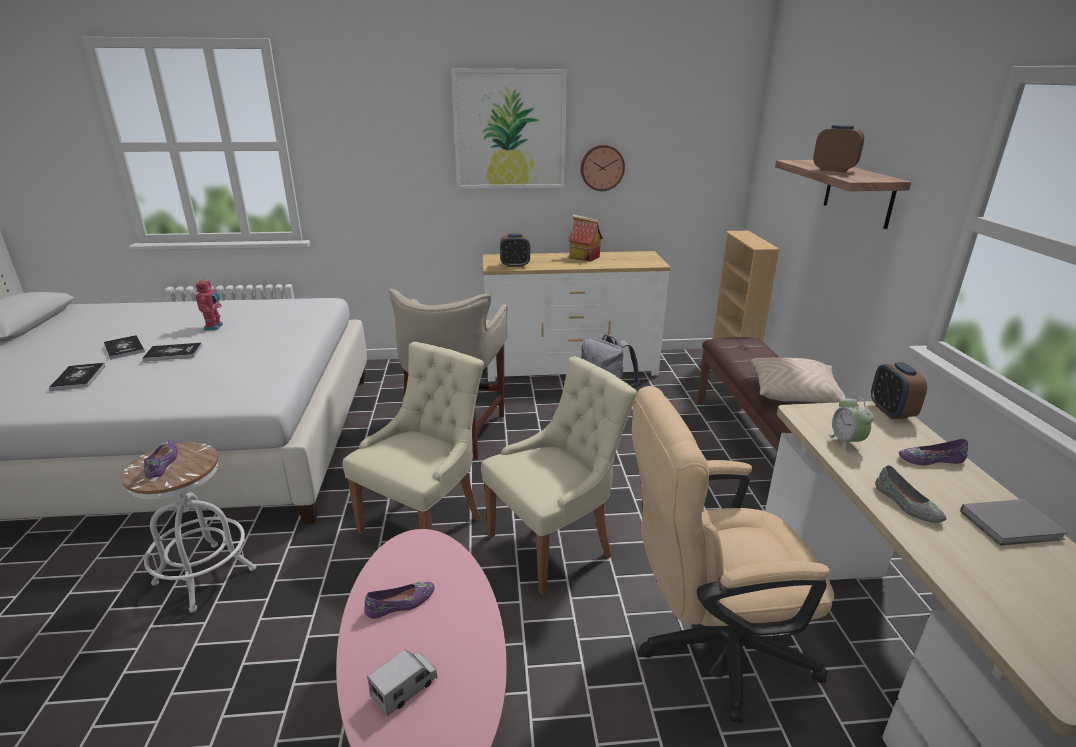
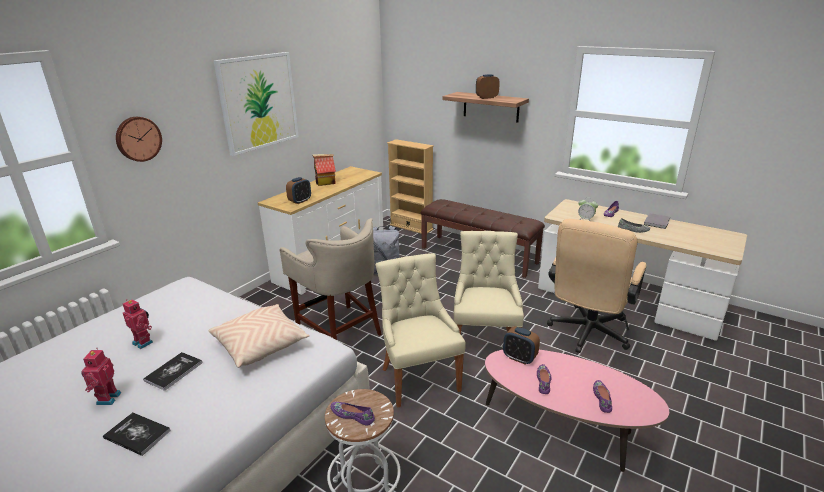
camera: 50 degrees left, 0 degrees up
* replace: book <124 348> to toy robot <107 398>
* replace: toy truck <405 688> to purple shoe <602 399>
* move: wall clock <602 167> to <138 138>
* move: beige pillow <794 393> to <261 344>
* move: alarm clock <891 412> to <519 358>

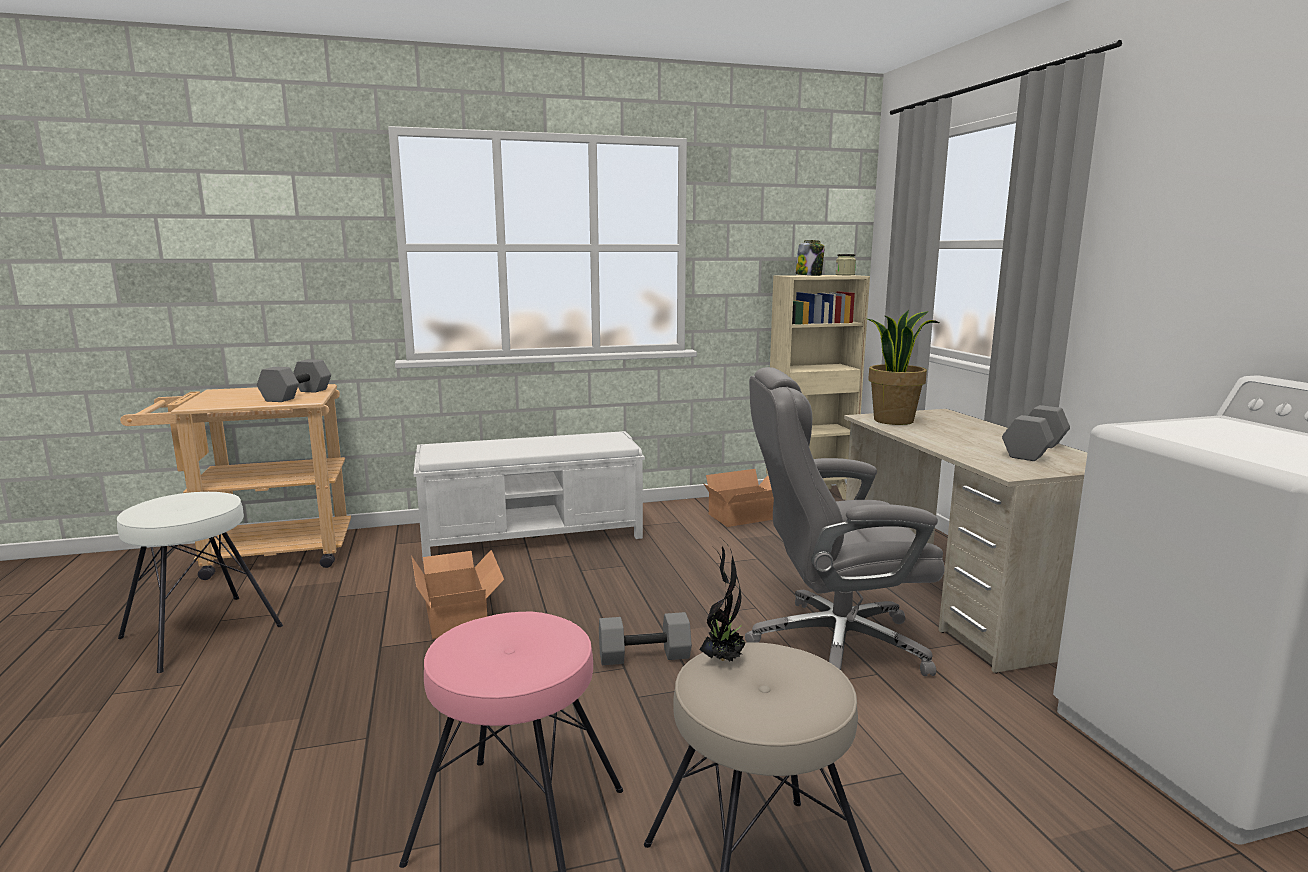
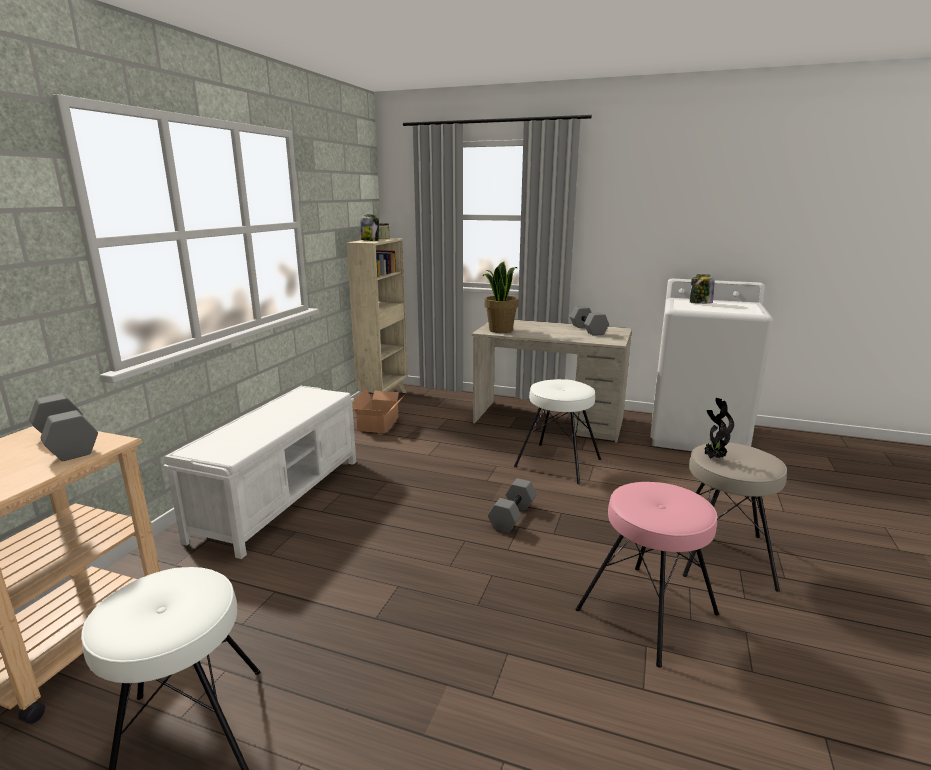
camera: 55 degrees left, 5 degrees up
* delete: cardboard box <459 614>
* replace: grey office chair <833 645> to white stool <557 463>
* insert: jar <700 303>

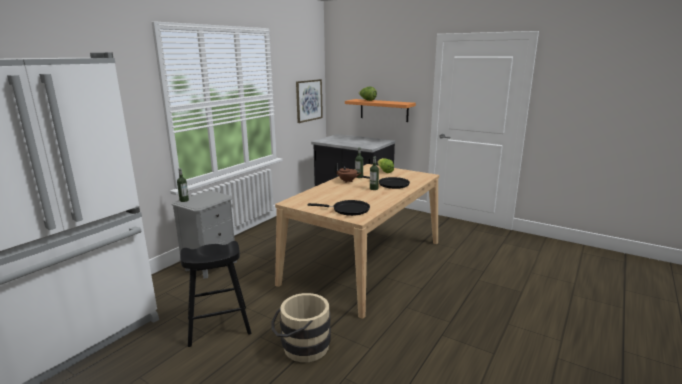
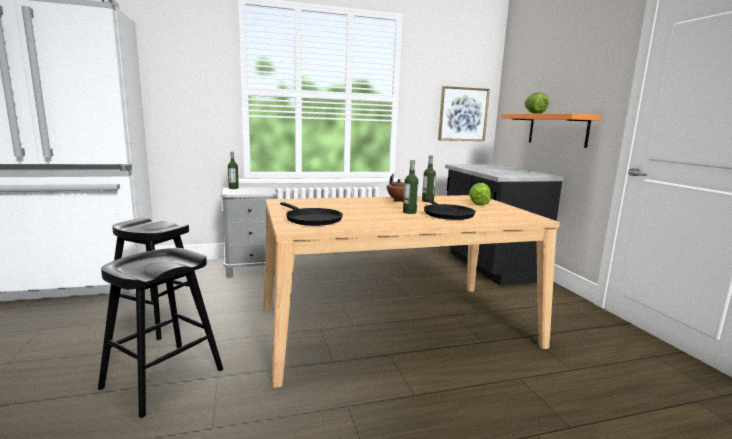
camera: 40 degrees right, 5 degrees down
* replace: beige bucket <301 347> to black stool <163 379>

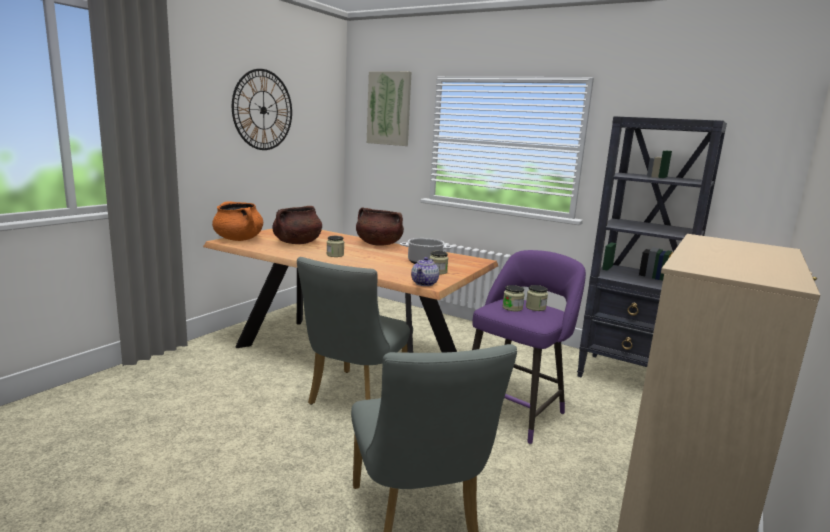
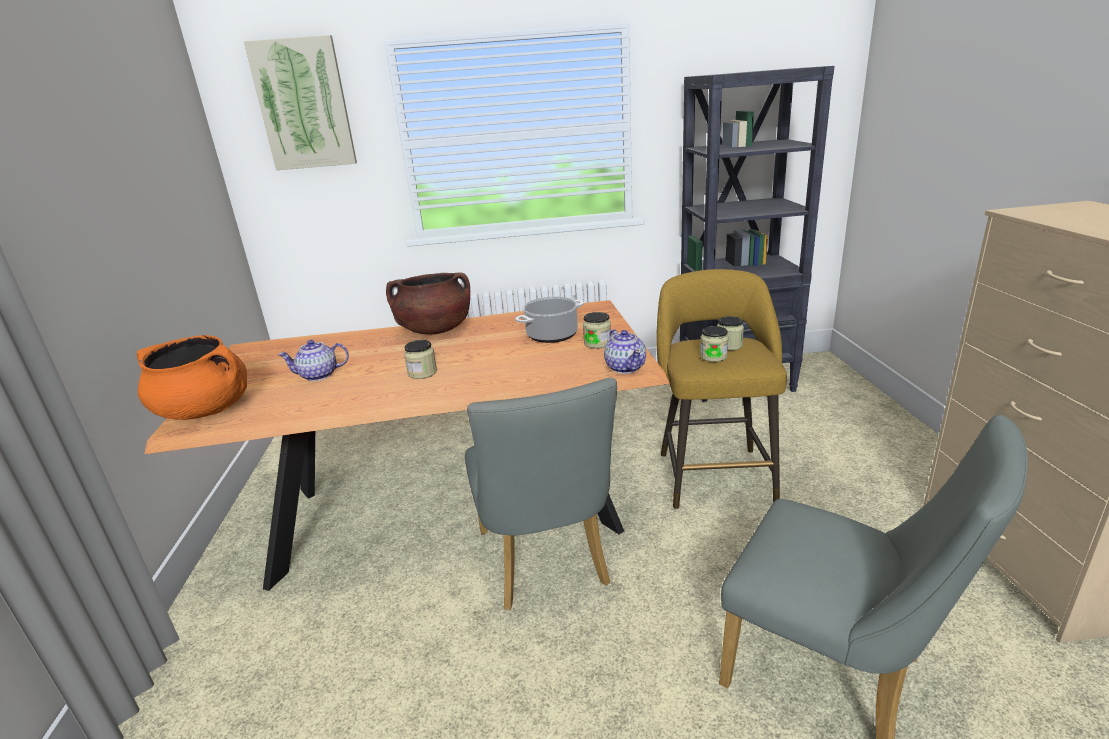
camera: 35 degrees left, 10 degrees up
* delete: wall clock <263 110>
* replace: brown cooking pot <297 243> to teapot <319 375>
* recolor: purple stool <515 411> to yellow stool <713 473>

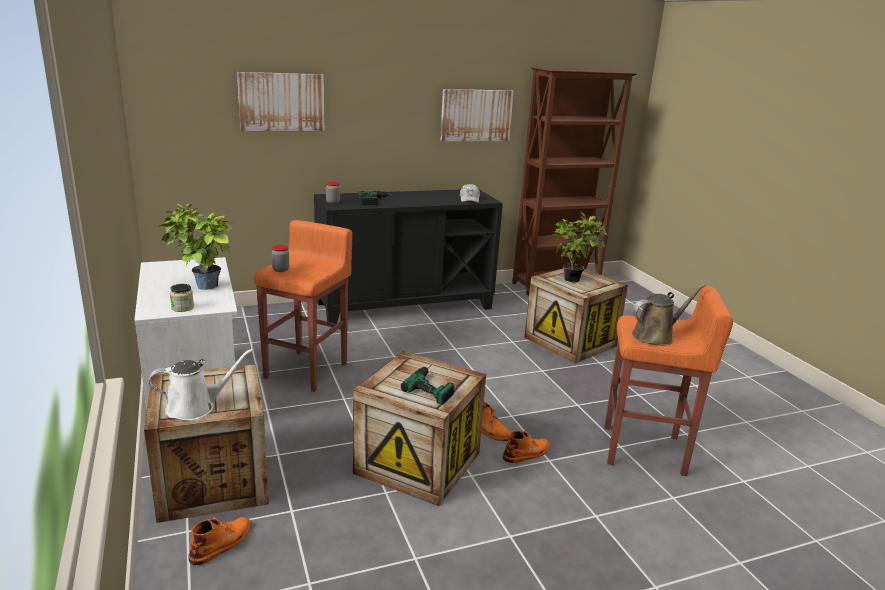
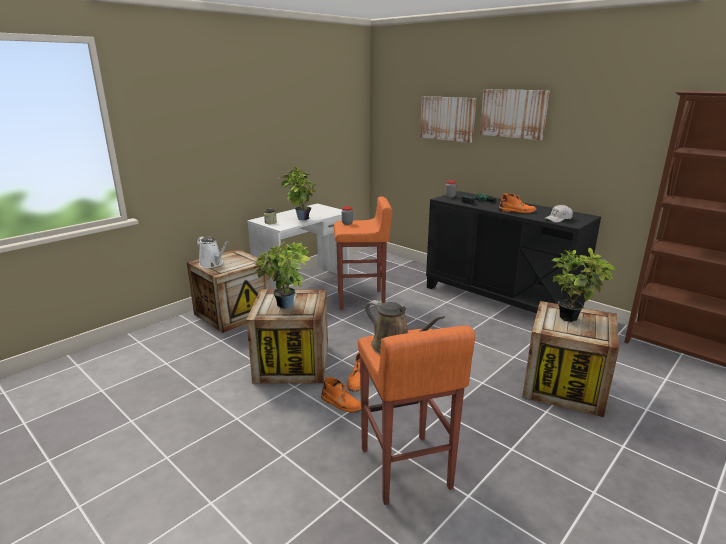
camera: 65 degrees right, 0 degrees up
* move: orange boot <222 543> to <517 211>
* replace: power drill <433 385> to potted plant <286 307>
* move: picture <476 115> to <513 113>

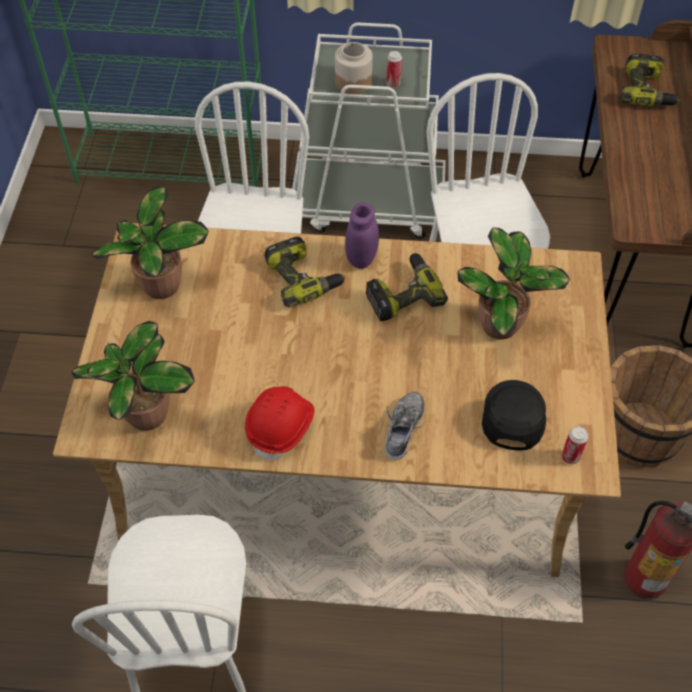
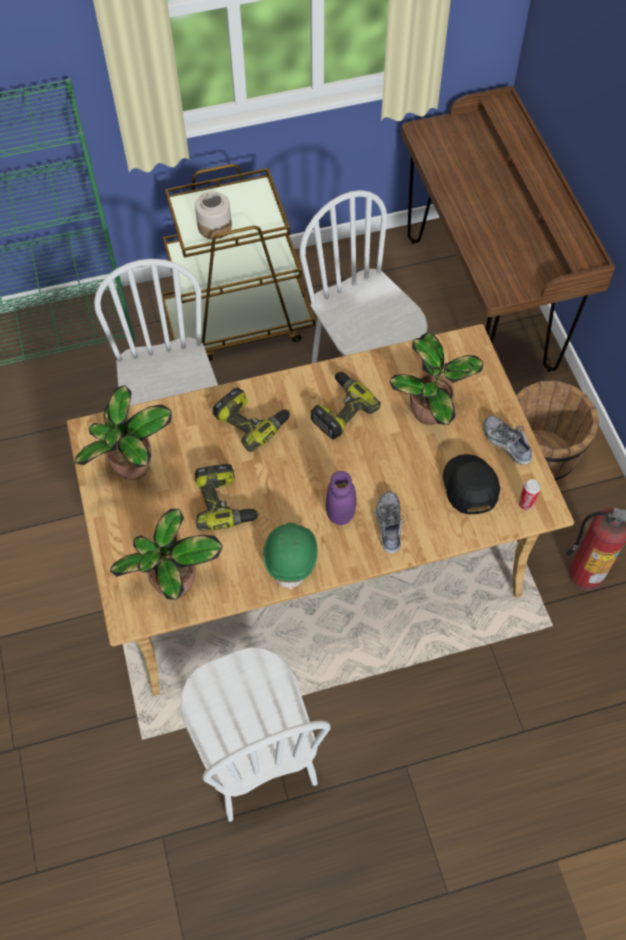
camera: 20 degrees left, 5 degrees up
* recolor: red hard hat <281 427> to green hard hat <291 556>
* recolor: white cart <369 203> to brown cart <239 322>
* move: purple jar <361 259> to <340 514>
* delete: can <393 83>
* move: power drill <647 91> to <225 503>
* insert: shoe <506 443>

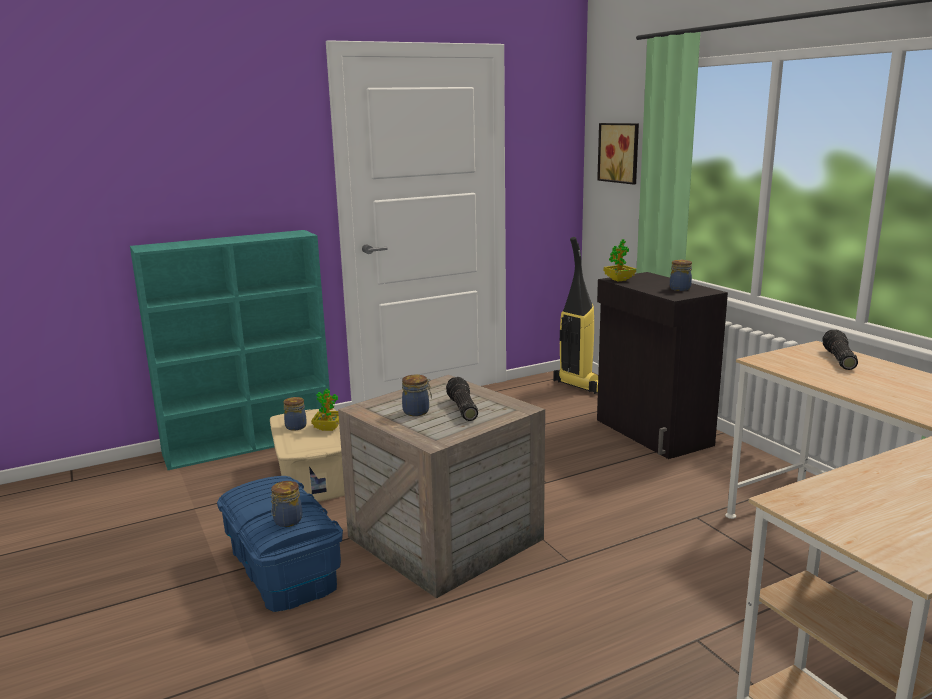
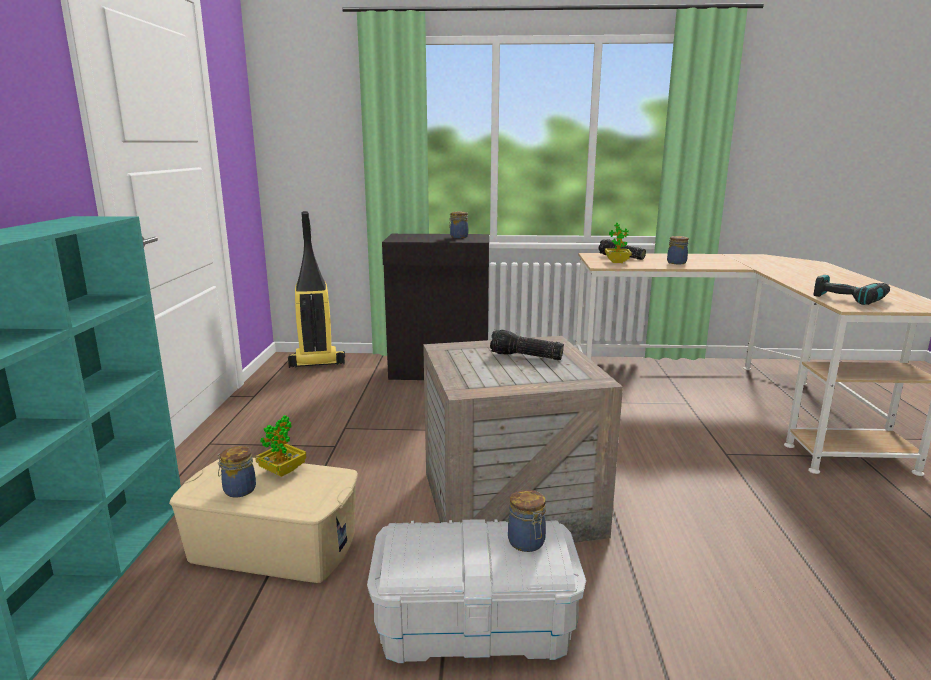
camera: 60 degrees left, 0 degrees up
* recolor: blue storage box <284 568> to white storage box <475 624>
* move: jar <417 412> to <676 262>
* delete: picture <620 152>
* move: potted plant <619 280> to <617 262>
* insert: power drill <850 299>

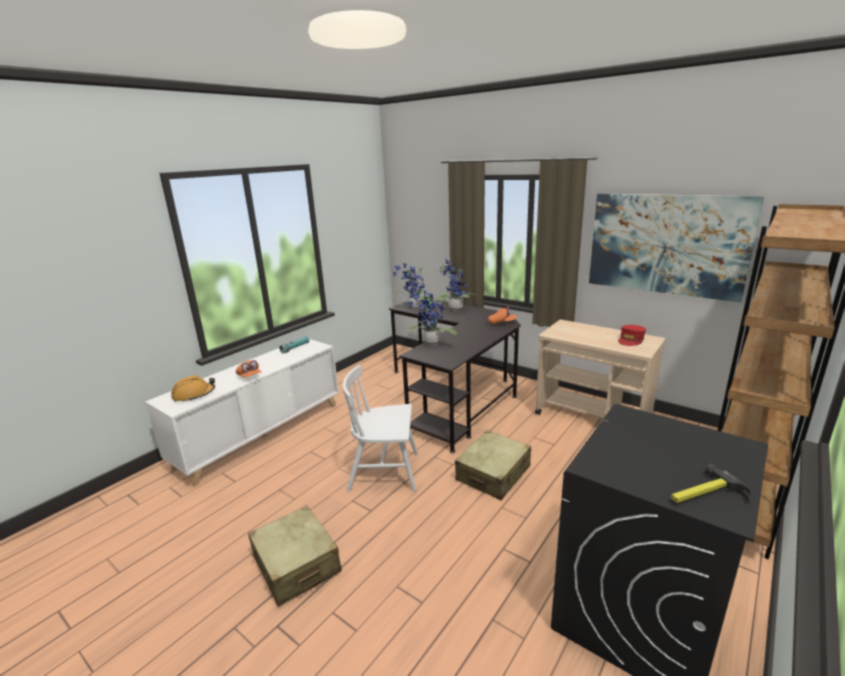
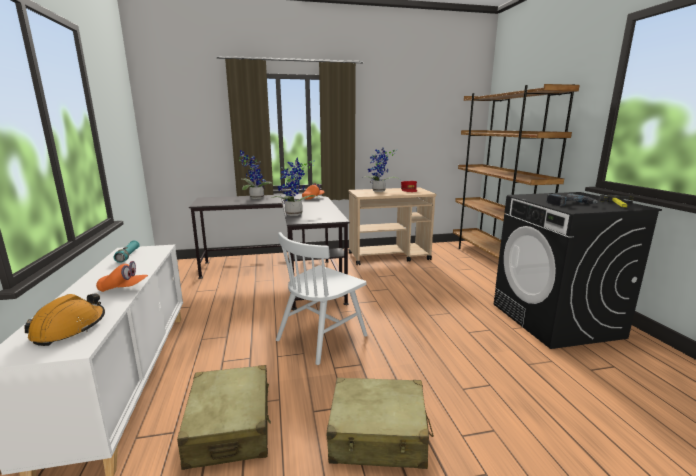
camera: 50 degrees left, 5 degrees down
* move: potted plant <413 308> to <379 191>
* move: beige suitcase <493 473> to <230 427>
* delete: picture <666 244>
* insert: power drill <570 204>

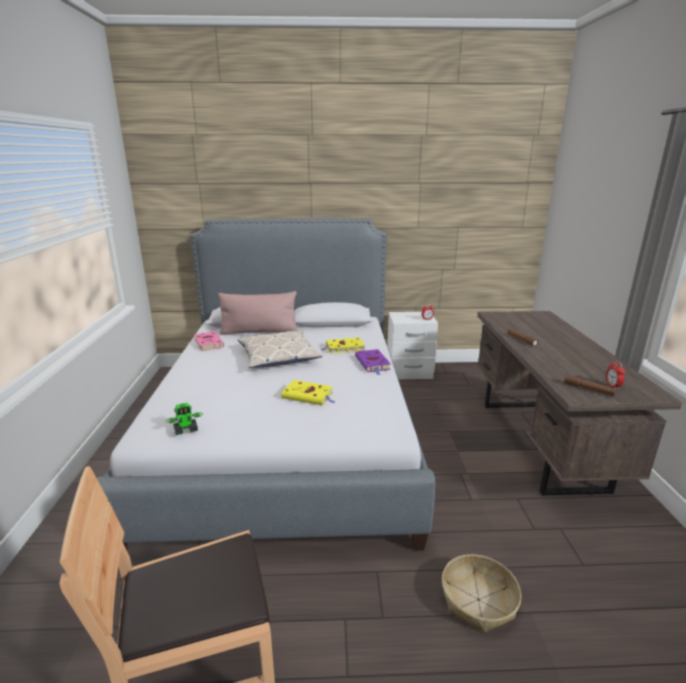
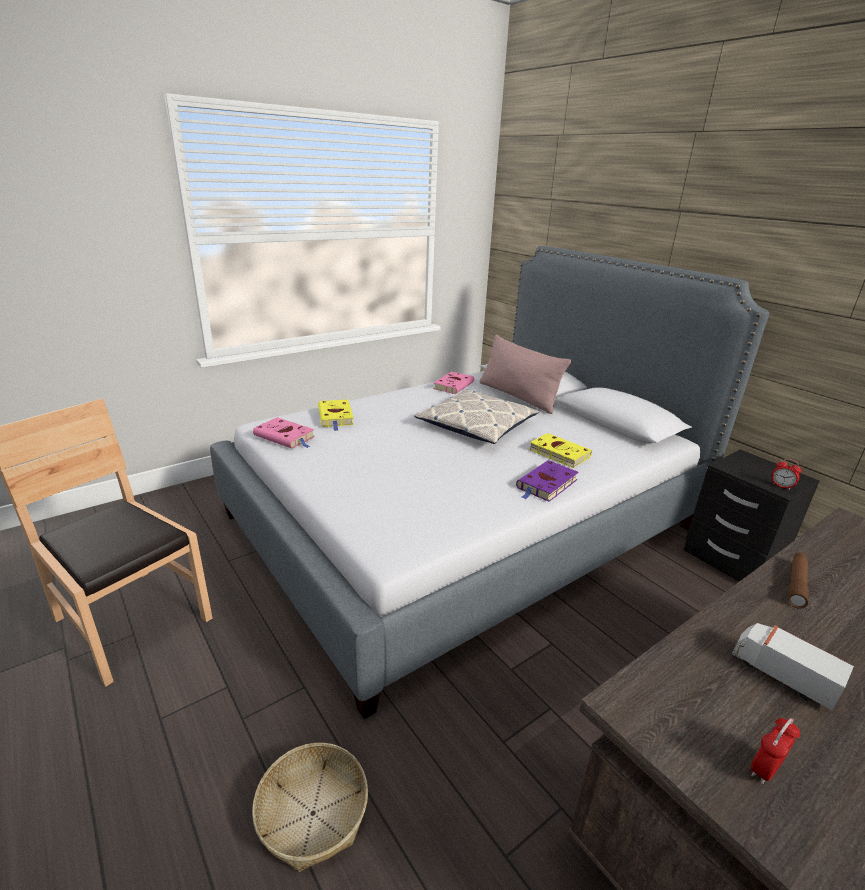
camera: 55 degrees right, 5 degrees up
* replace: toy robot <186 430> to pink book <286 437>
* move: yellow book <309 396> to <336 417>
* recolor: white nightstand <409 372> to black nightstand <731 559>
* delete: brown flashlight <588 389>
* insert: toy truck <781 674>

